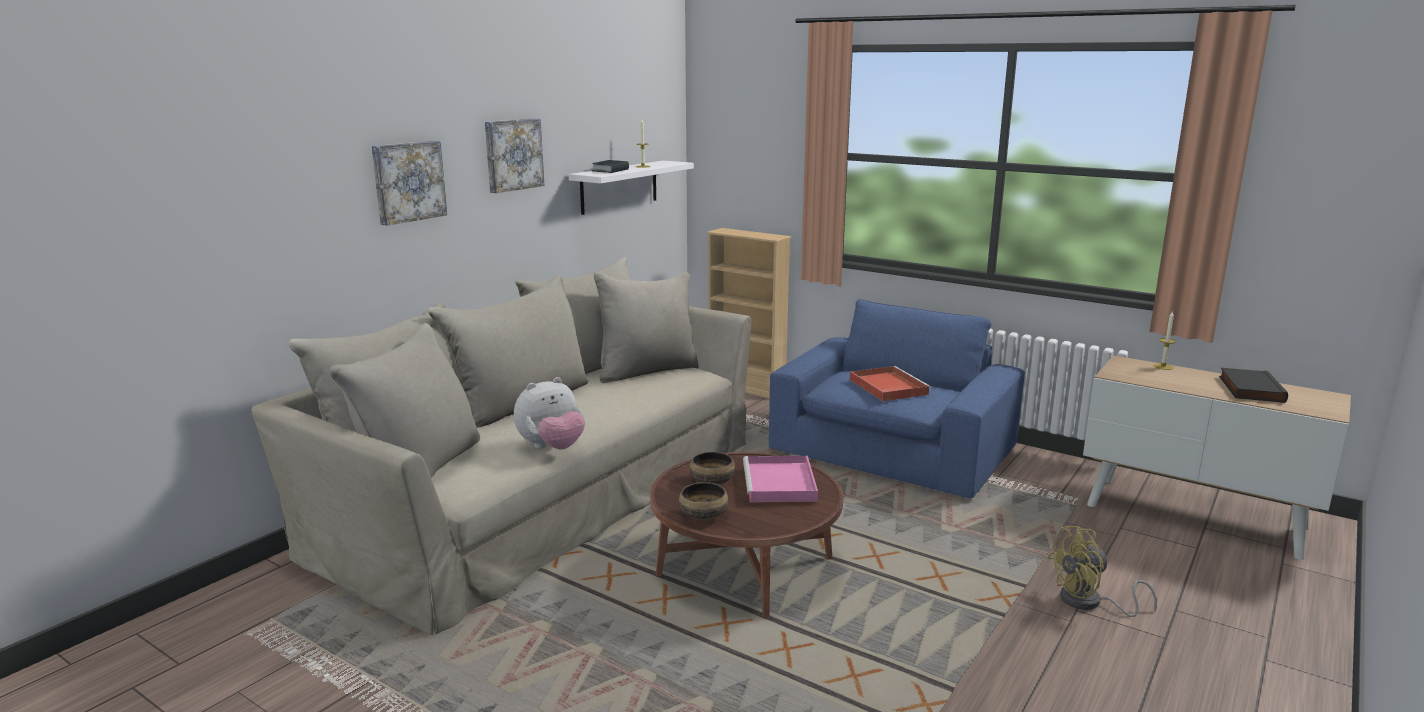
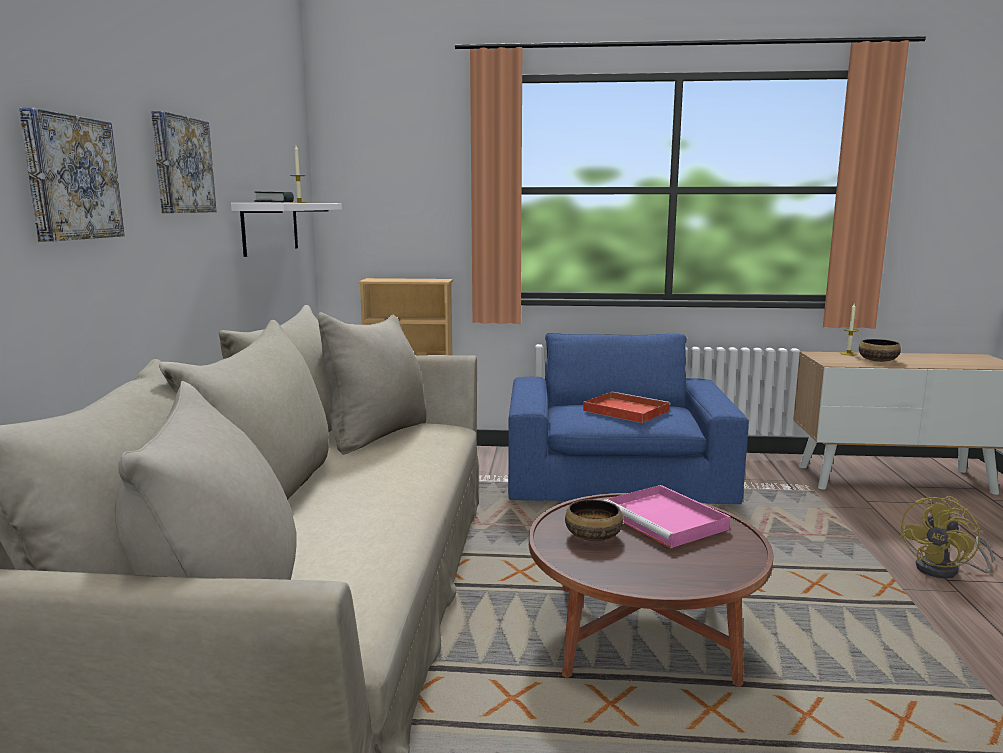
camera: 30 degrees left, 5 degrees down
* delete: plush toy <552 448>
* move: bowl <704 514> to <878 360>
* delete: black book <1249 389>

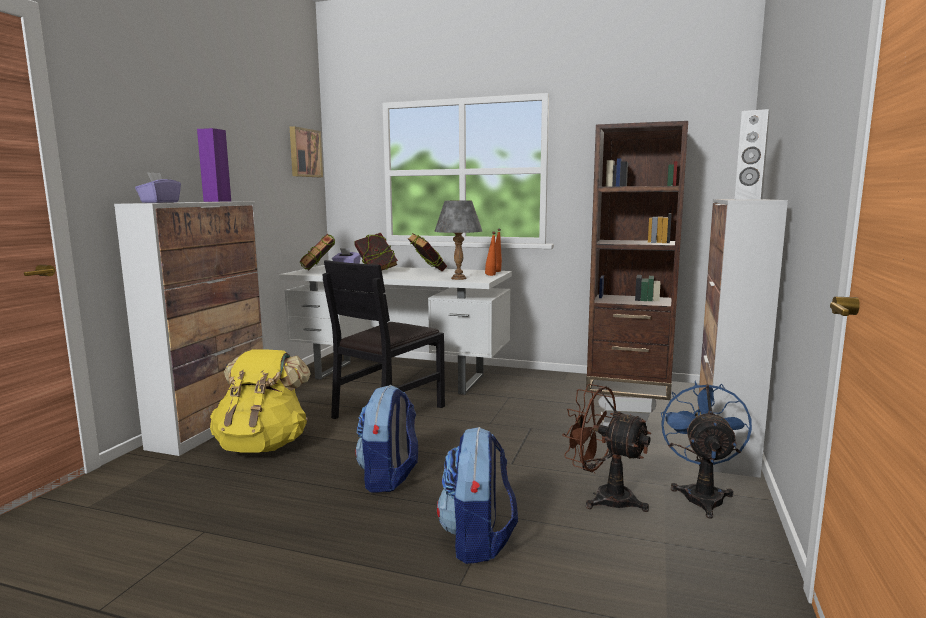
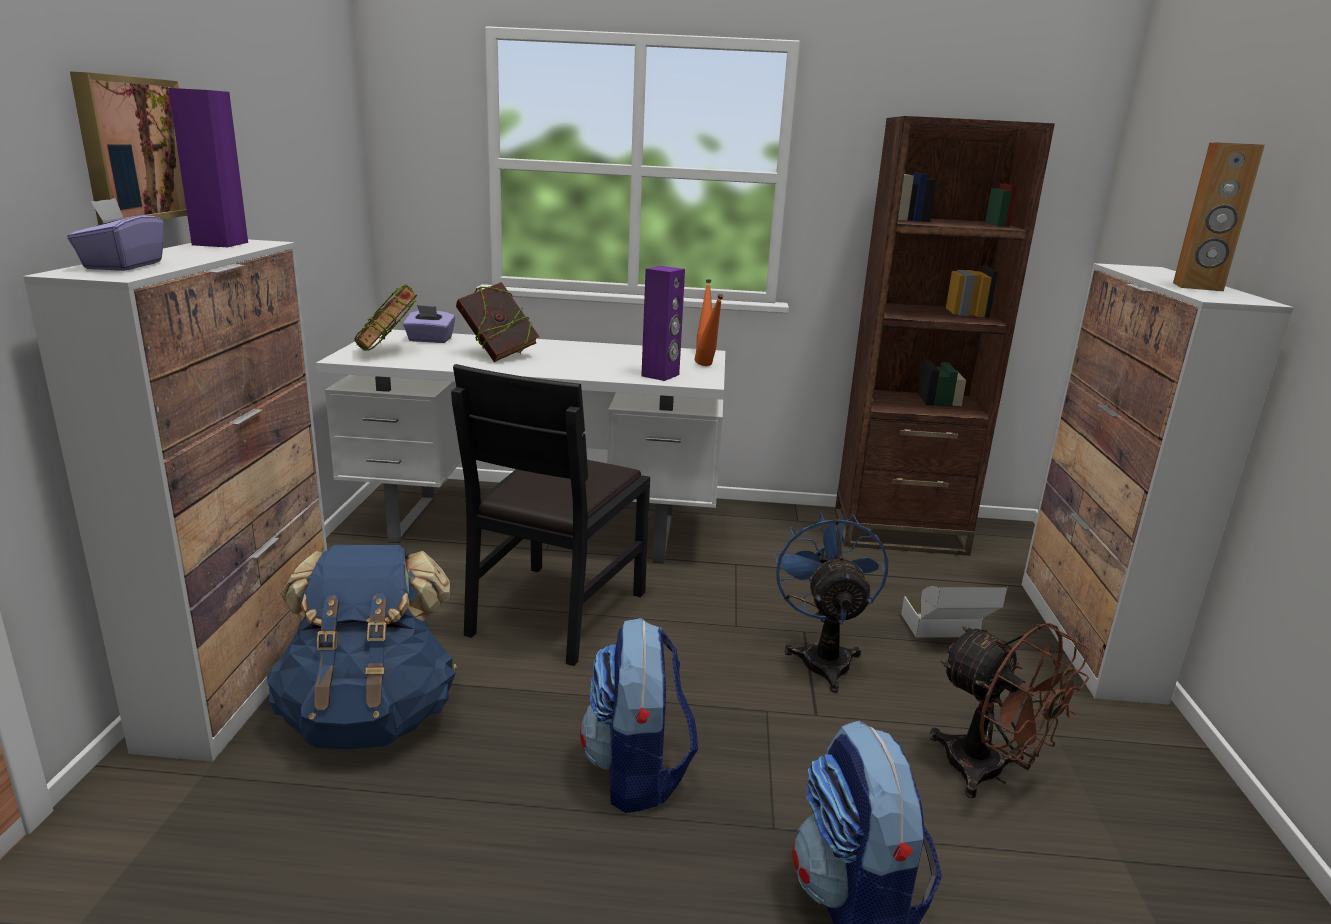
camera: 15 degrees left, 10 degrees up
* recolor: yellow backpack <263 445> to blue backpack <370 717>
* move: picture <304 153> to <131 149>
* delete: book <427 271>
* replace: grey table lamp <458 278> to purple speaker <661 375>
* rotate: brown fan <604 497> = <988 773> 150 degrees counterclockwise
* move: blue fan <702 495> to <823 657>
* recolor: white speaker <748 199> to brown speaker <1197 287>

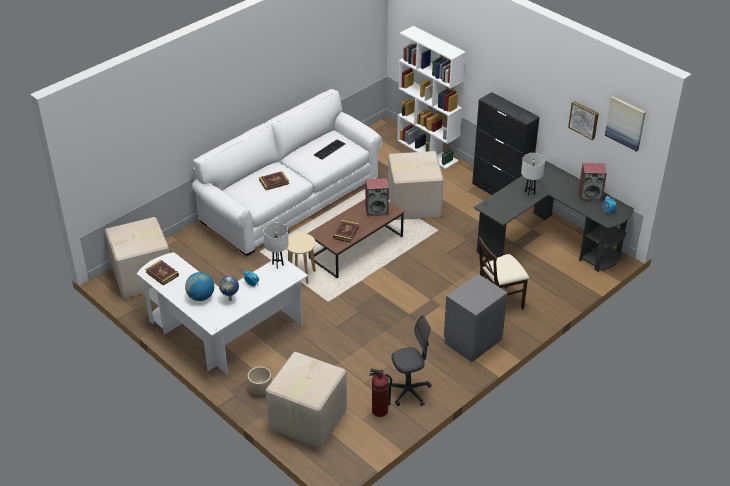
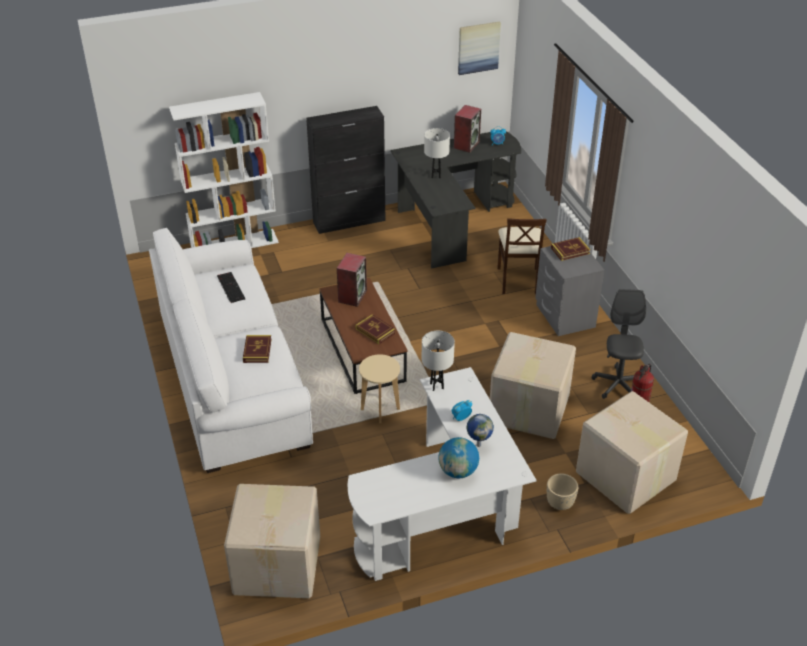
camera: 65 degrees left, 0 degrees up
* move: book <162 274> to <570 251>
* move: cardboard box <413 204> to <527 410>
* delete: picture <584 119>

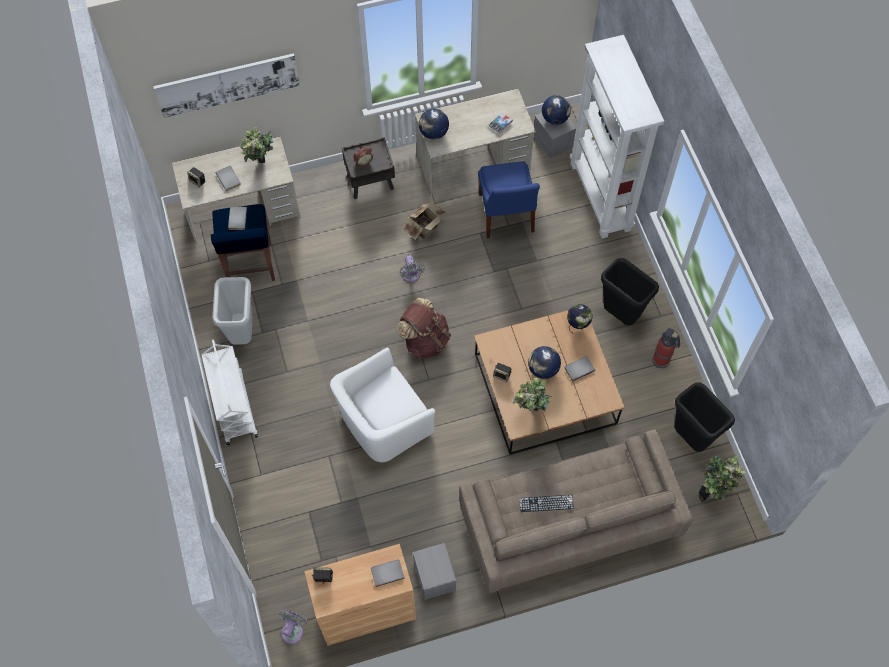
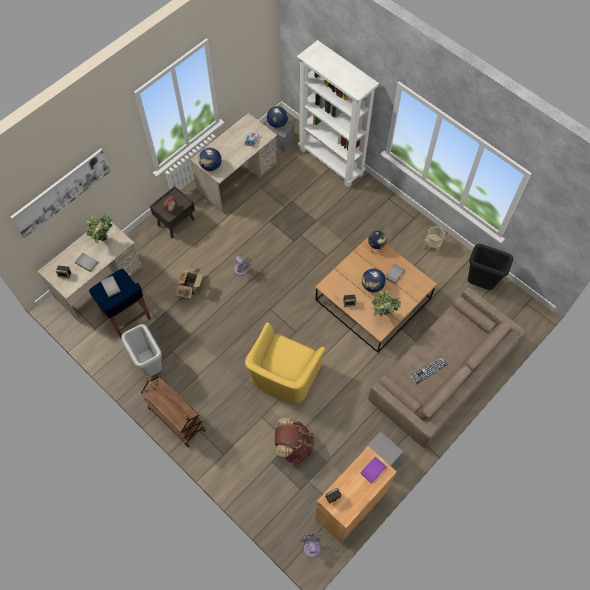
camera: 30 degrees left, 0 degrees up
* recolor: white cart <234 407> to brown cart <176 419>
* recolor: white armchair <383 422> to yellow armchair <284 375>
* recolor: grey book <387 572> to purple book <372 469>
* move: brown backpack <425 340> to <293 446>
* move: cardboard box <426 228> to <191 287>
* delete: blue chair <506 215>
* delete: black trash can <619 315>
* replace: fire extinguisher <661 360> to beige planter <432 245>
* delete: potted plant <712 492>

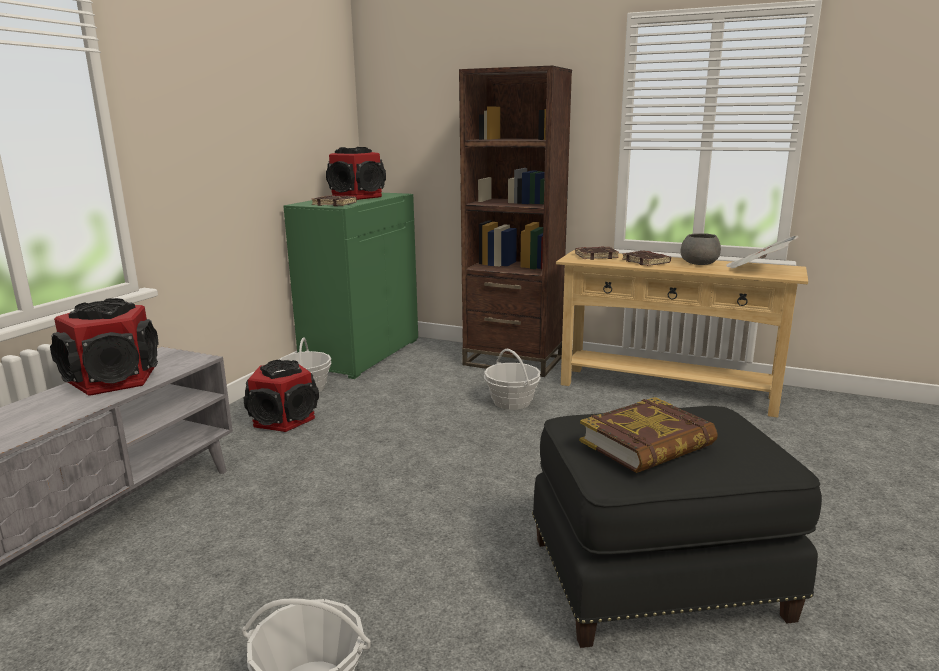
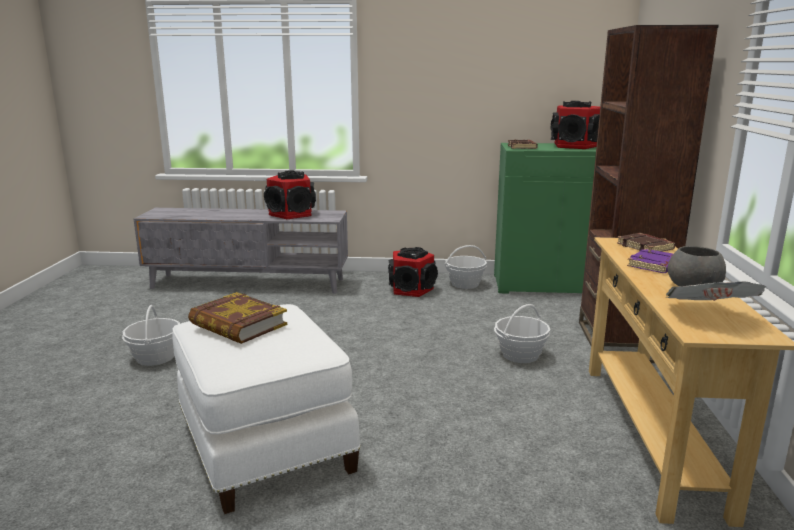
camera: 70 degrees right, 0 degrees up
* recolor: black ottoman <657 580> to white ottoman <263 446>
* recolor: brown book <646 262> to purple book <655 266>

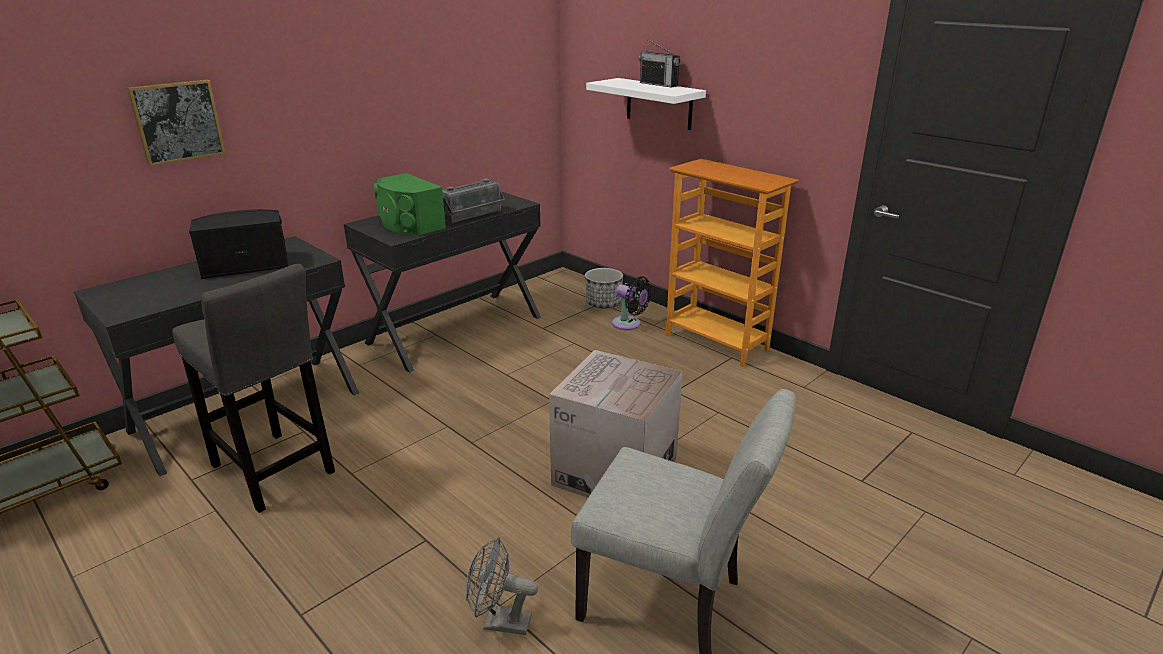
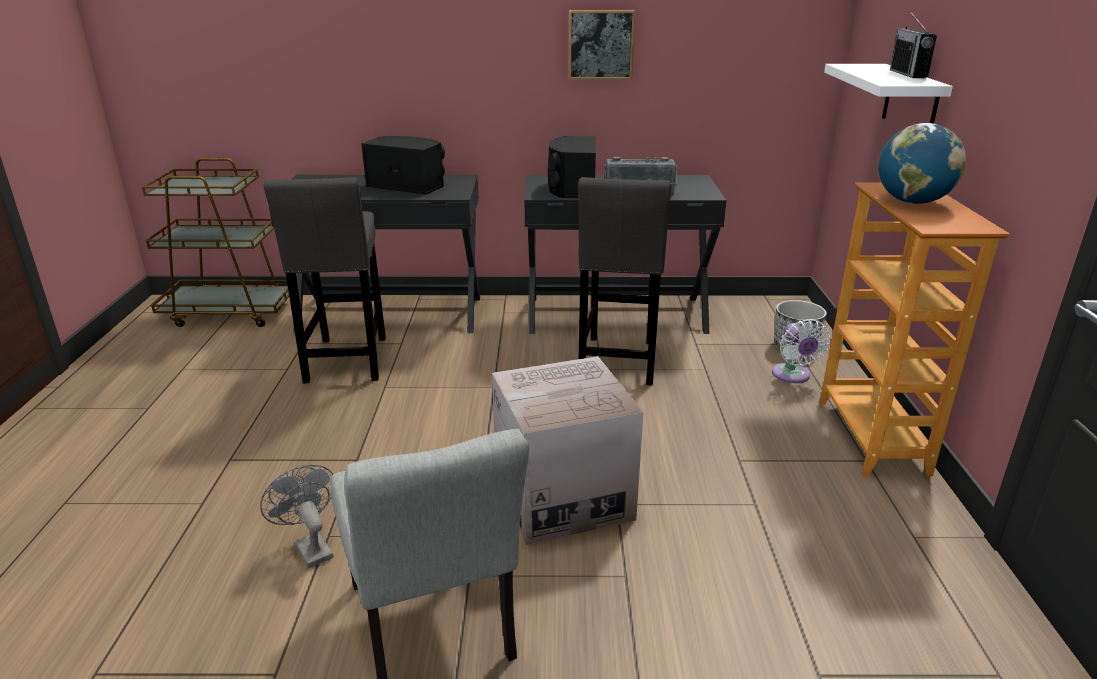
camera: 45 degrees right, 0 degrees up
* move: picture <178 121> to <600 45>
* recolor: green speaker <409 224> to black speaker <572 187>
* recolor: black fan <629 324> to white fan <792 376>
* insert: grey stool <617 363>
* insert: globe <912 202>

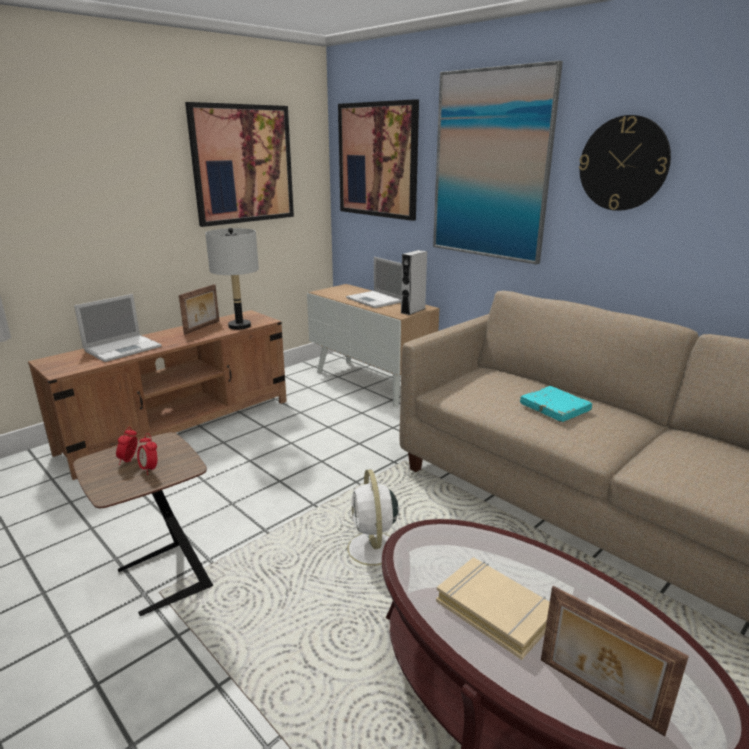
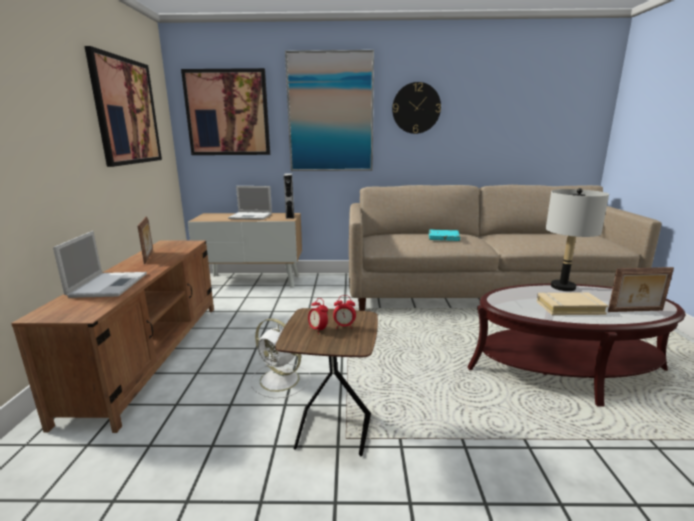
camera: 45 degrees left, 5 degrees down
* move: grey table lamp <239 326> to <563 287>
* move: white fan <373 550> to <281 380>

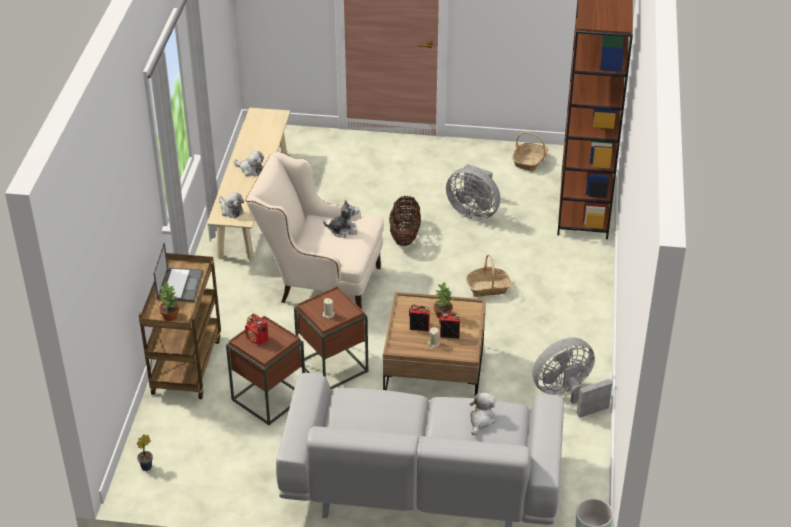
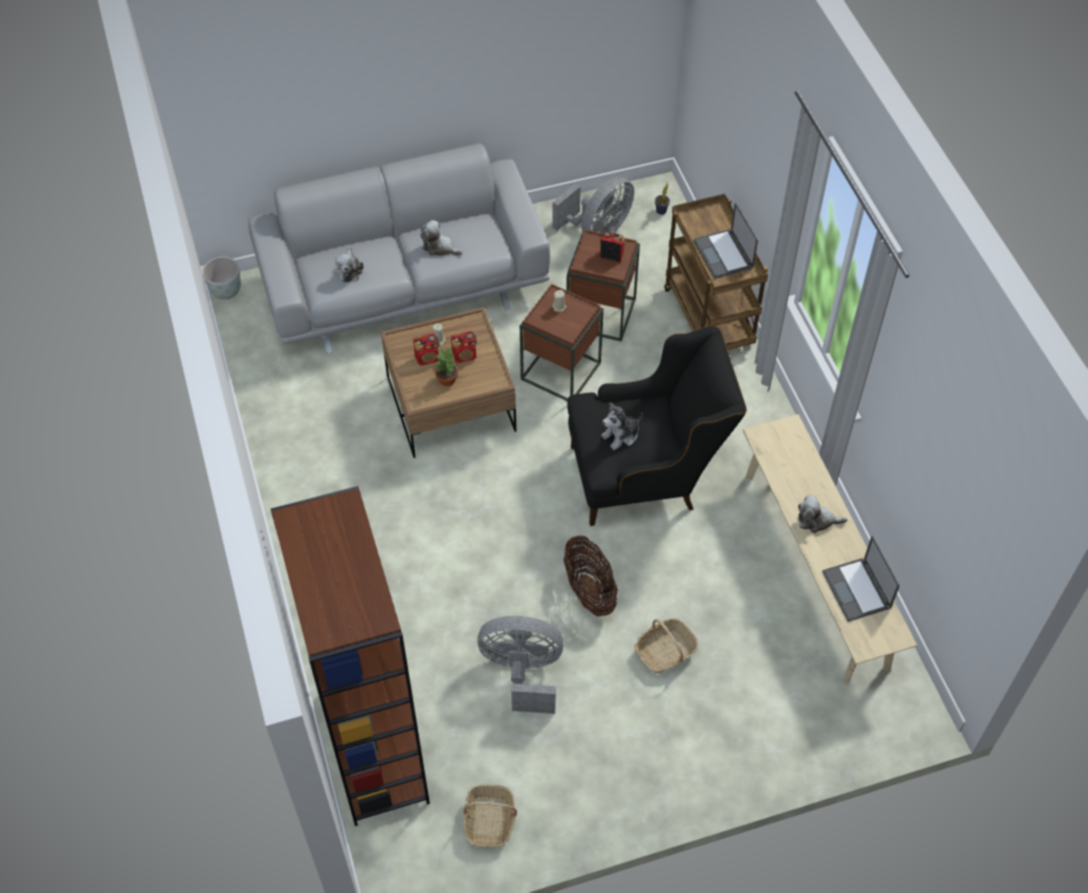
camera: 155 degrees right, 15 degrees up
* delete: potted plant <170 316>
* move: plush toy <231 210> to <439 247>
* recolor: beige armchair <320 282> to black armchair <646 475>
* move: basket <488 288> to <665 652>
* move: grey fan <567 395> to <597 230>
* insert: laptop <857 590>

